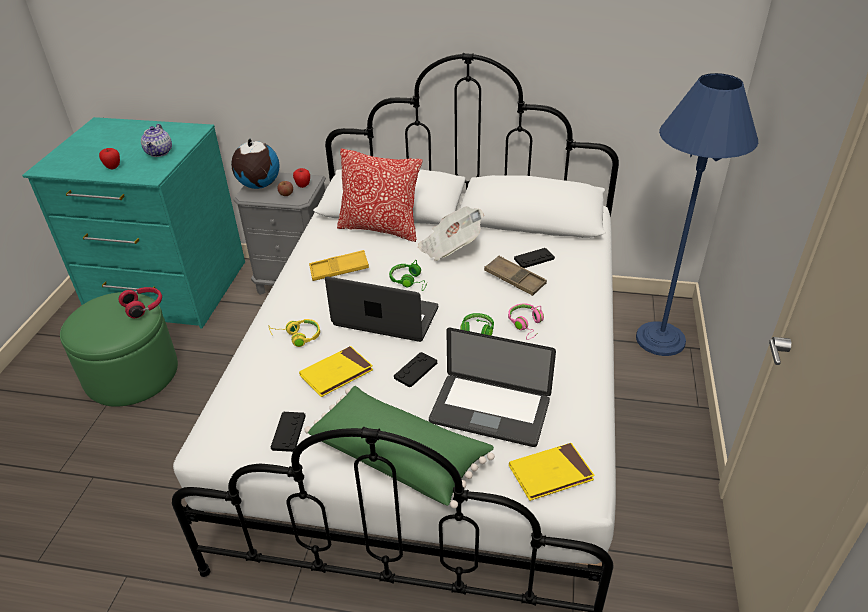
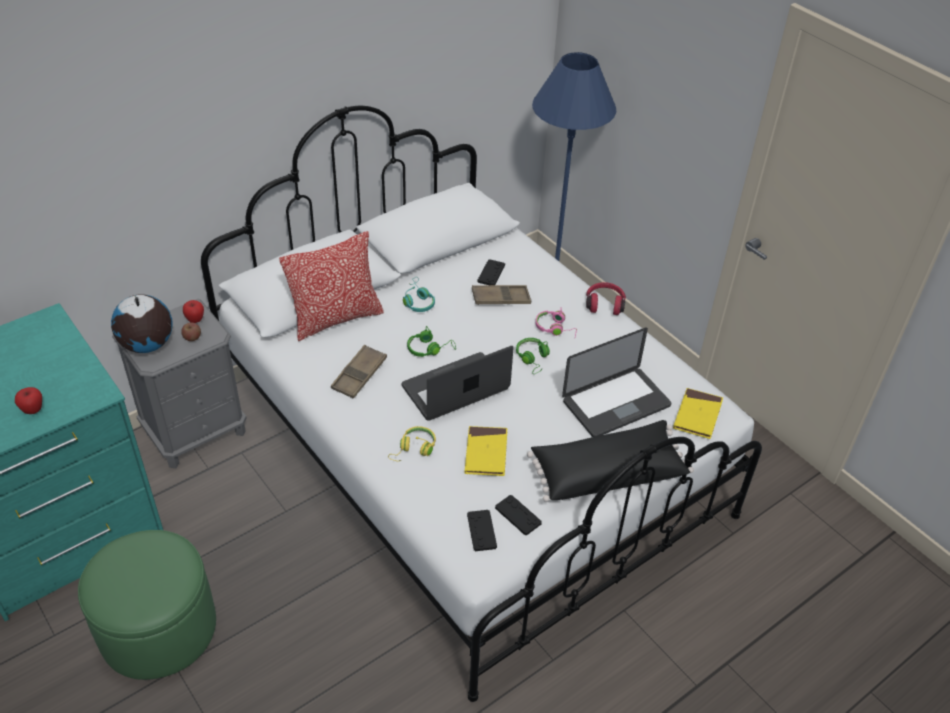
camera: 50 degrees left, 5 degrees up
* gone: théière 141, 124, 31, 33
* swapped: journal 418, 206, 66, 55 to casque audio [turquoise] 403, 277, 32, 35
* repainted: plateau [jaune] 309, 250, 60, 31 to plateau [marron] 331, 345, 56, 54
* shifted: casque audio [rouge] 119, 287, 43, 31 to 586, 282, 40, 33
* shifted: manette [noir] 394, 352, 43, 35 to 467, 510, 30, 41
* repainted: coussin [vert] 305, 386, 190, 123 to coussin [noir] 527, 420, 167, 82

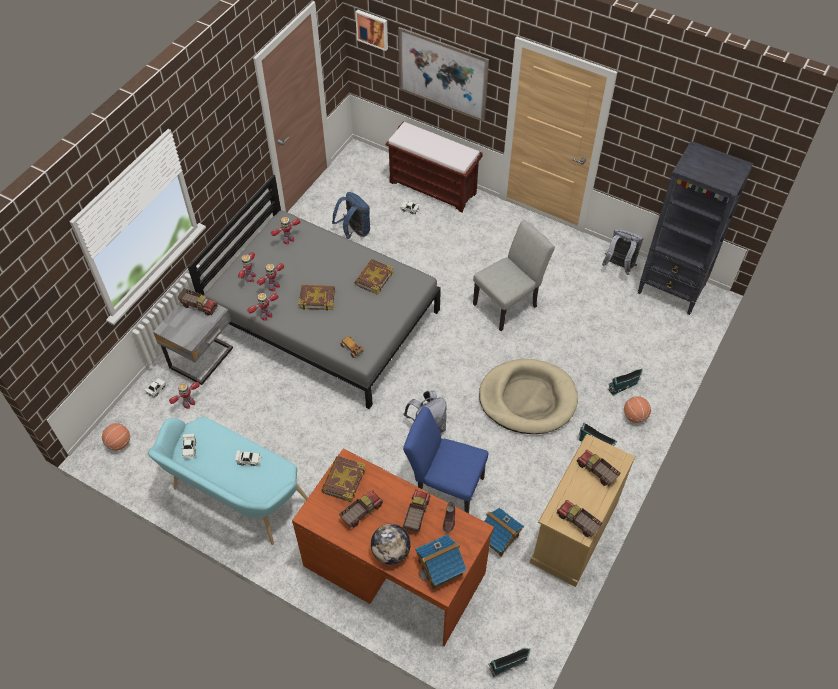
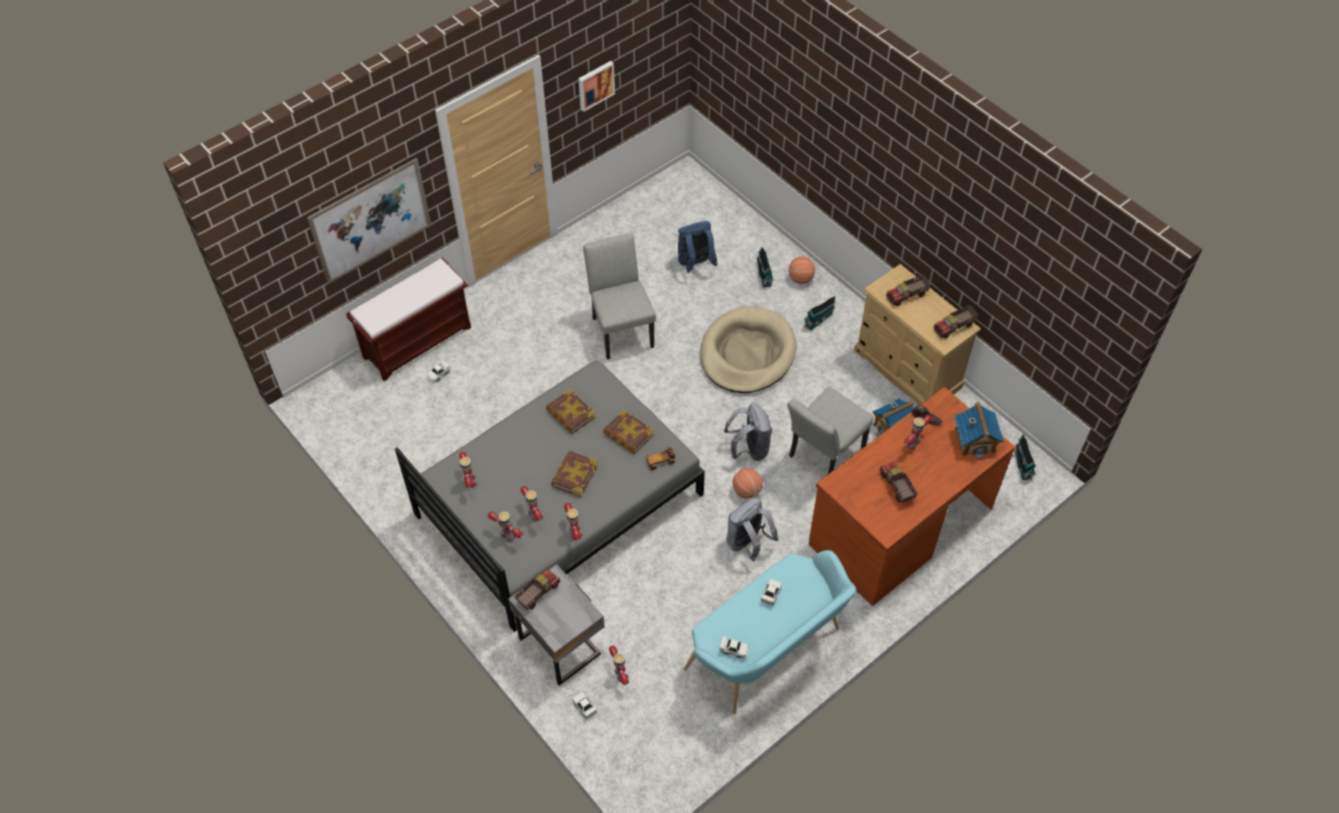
camera: 70 degrees left, 0 degrees up
* shifted: tableau 355, 9, 33, 42 to 578, 61, 37, 51
* gone: bibliothèque [noir] 638, 141, 115, 174
* shifted: sac à dos [bleu] 332, 192, 38, 47 to 678, 221, 40, 52
* shifted: sac à dos [gris] 602, 229, 41, 46 to 727, 498, 52, 63
* repainted: chaise [bleu] 403, 406, 85, 107 to chaise [gris] 787, 386, 87, 88
* shifted: ballon de basket 102, 423, 28, 28 to 733, 468, 30, 31
* shifted: livre 321, 456, 45, 46 to 603, 410, 51, 44
* swapped: camion jouet 403, 489, 27, 43 to robot jouet 904, 415, 28, 34
* gone: globe 371, 524, 40, 41

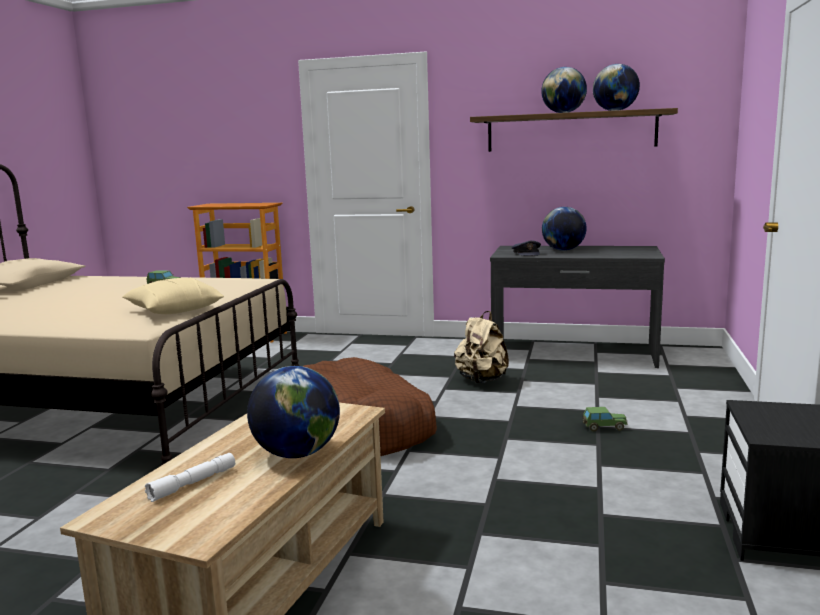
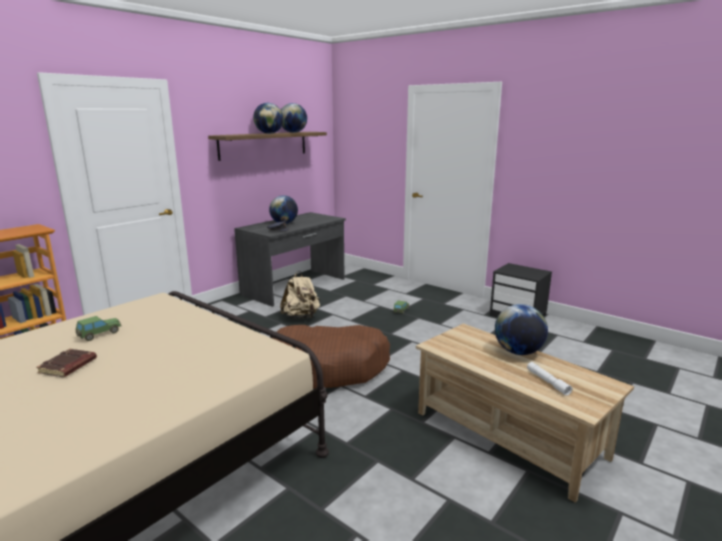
camera: 65 degrees left, 5 degrees up
* gone: coussin [beige] 122, 277, 102, 37
* new: livre [marron] 36, 349, 61, 28

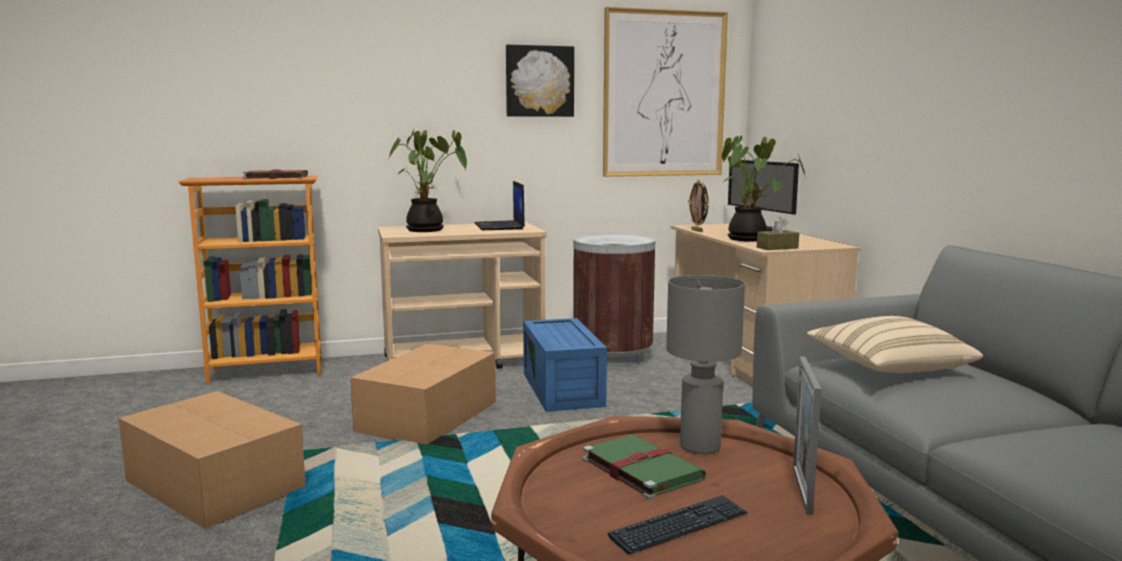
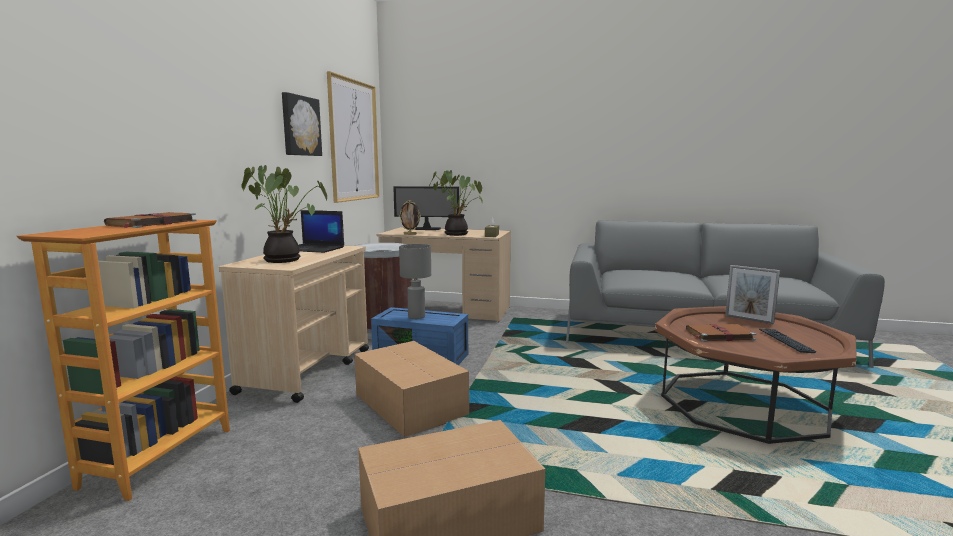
camera: 60 degrees left, 0 degrees up
* shifted: lampe de table [gris] 666, 275, 79, 179 to 399, 244, 32, 75
* gone: coussin [beige] 807, 316, 176, 57
* repainted: livre [vert] 583, 435, 123, 64 to livre [marron] 686, 324, 70, 18

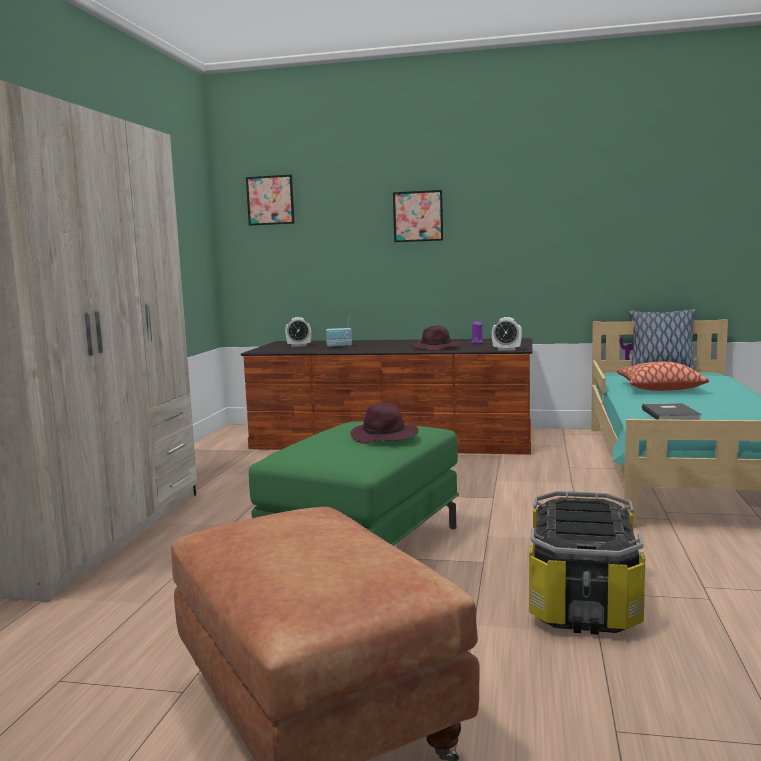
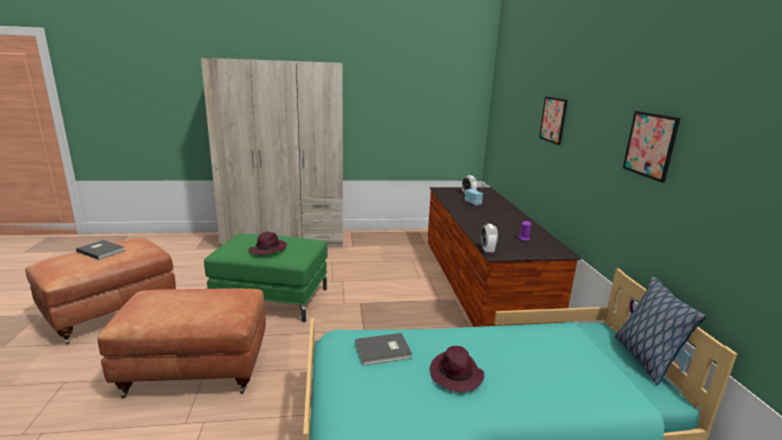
camera: 70 degrees right, 10 degrees up
* shifted: tableau 246, 175, 49, 51 to 623, 111, 58, 72
* shifted: chapeau [violet] 412, 325, 48, 26 to 430, 346, 54, 46
* gone: coussin 617, 362, 92, 29
* swapped: boîte de rangement 529, 491, 116, 144 to pouf [marron] 98, 288, 168, 111
* new: livre [gris] 76, 240, 49, 20

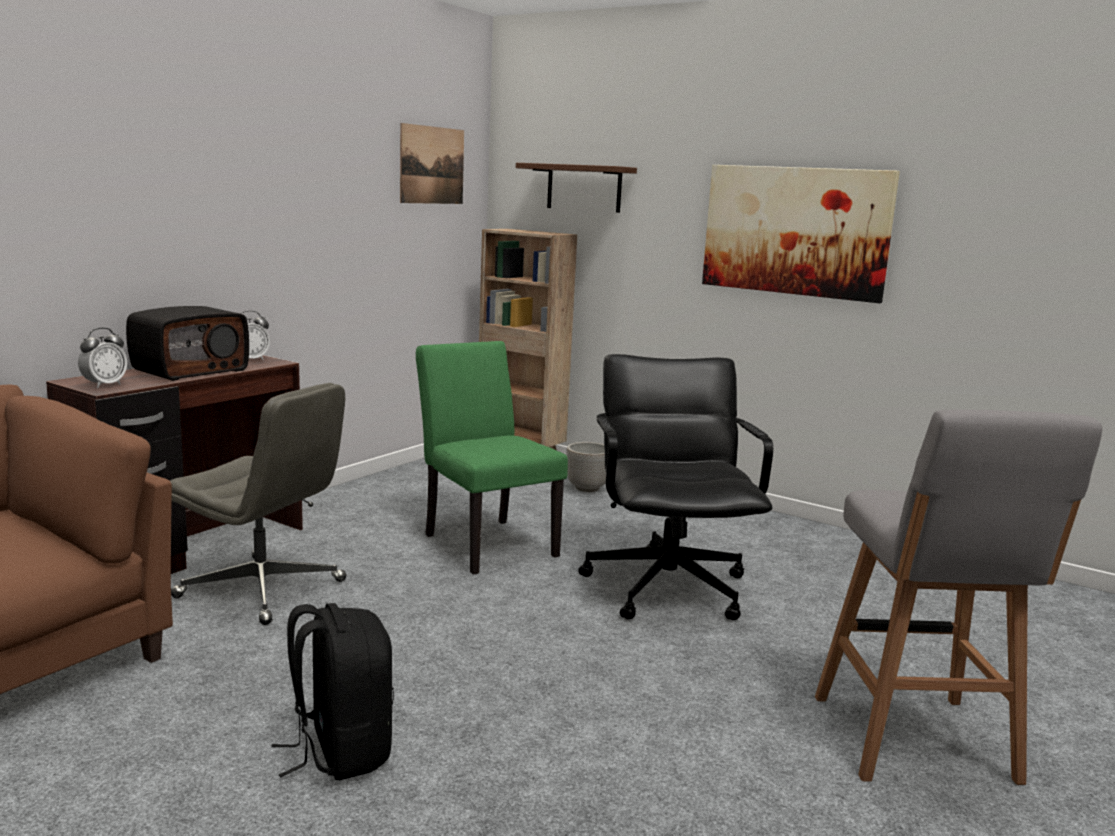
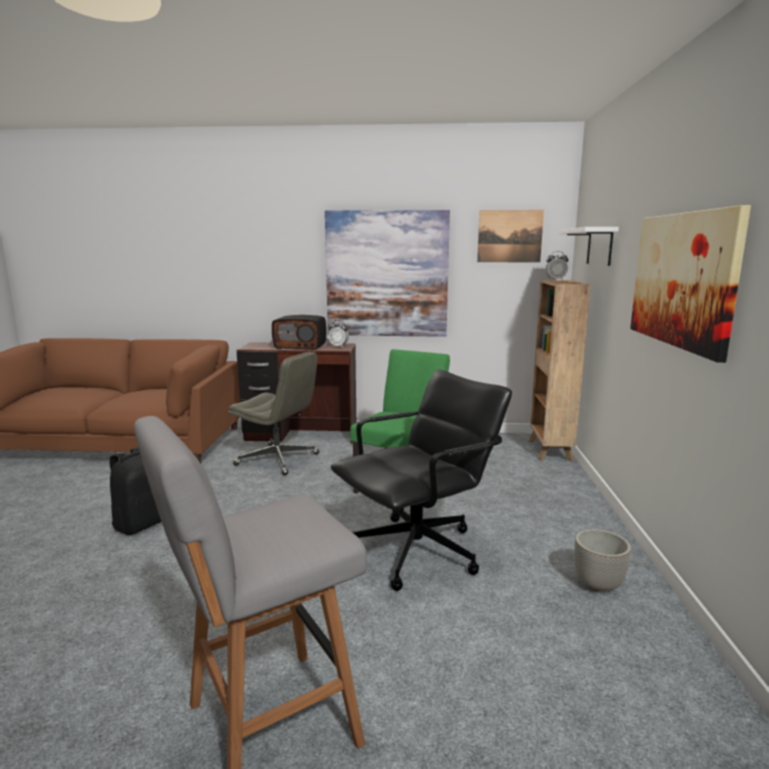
camera: 60 degrees right, 0 degrees up
* repainted: étagère [marron] 516, 163, 121, 50 to étagère [blanc] 558, 227, 61, 39
* shifted: réveil 78, 328, 49, 60 to 545, 251, 23, 30
* rotated: chaise de bureau [gris] 170, 383, 177, 242 = 228, 352, 91, 123 60 degrees counterclockwise
* shifted: cache-pot 567, 442, 39, 50 to 574, 529, 57, 64
* new: tableau 325, 210, 125, 127

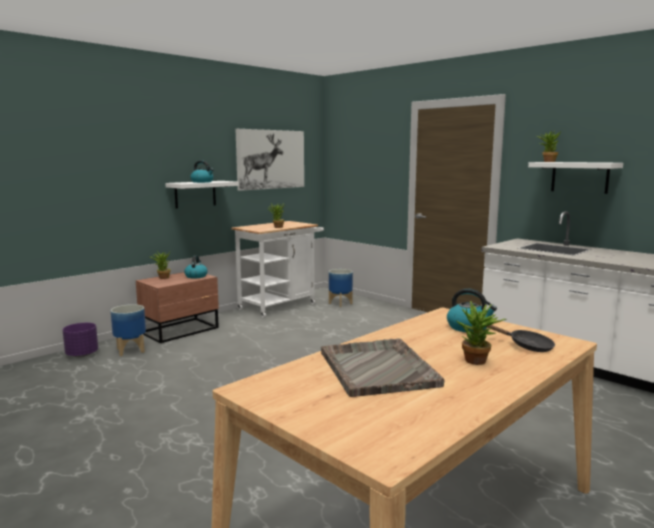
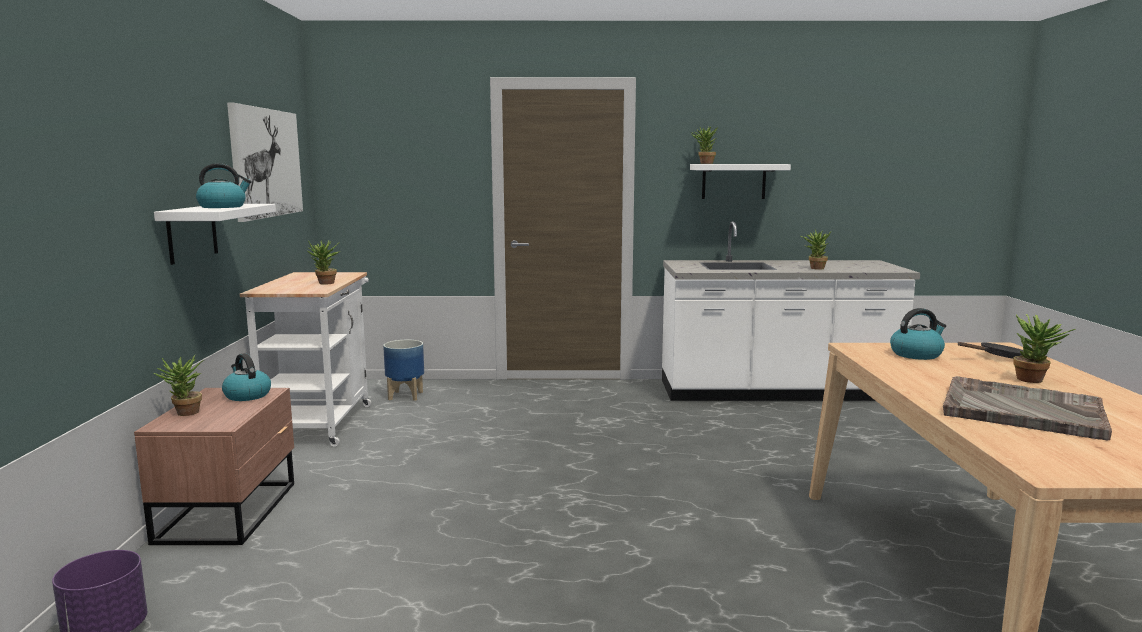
camera: 45 degrees left, 0 degrees up
* gone: cache-pot 111, 304, 35, 52
* new: plante en pot 801, 229, 30, 41

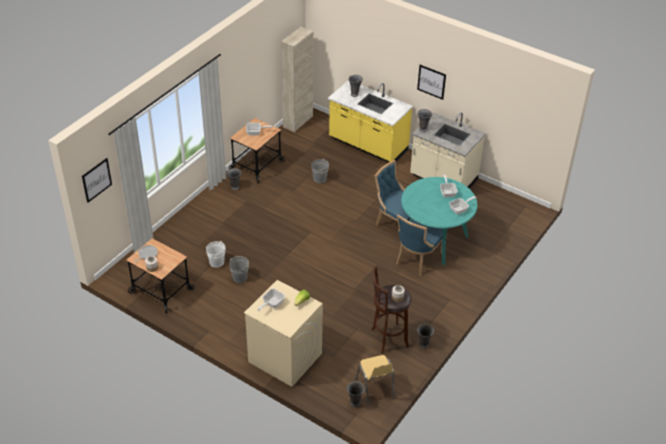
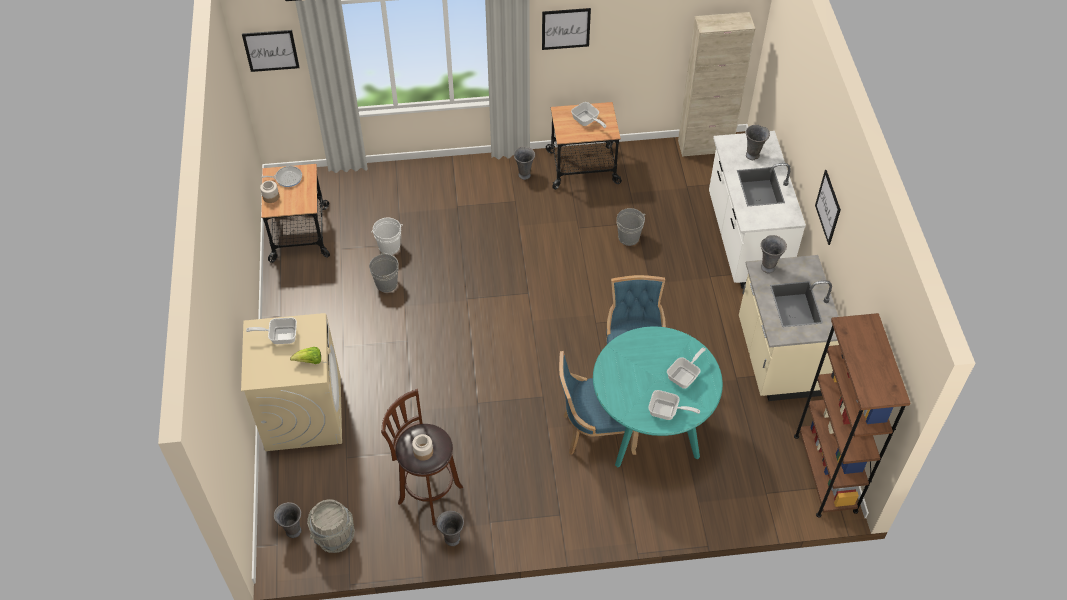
camera: 50 degrees right, 10 degrees up
* repainted: comptoir de cuisine [jaune] 328, 80, 85, 82 to comptoir de cuisine [blanc] 709, 131, 97, 158
* swapped: chaise [jaune] 356, 355, 39, 50 to seau [gris] 307, 499, 48, 54
* new: tableau 542, 8, 49, 42
* new: bibliothèque [marron] 794, 313, 117, 205

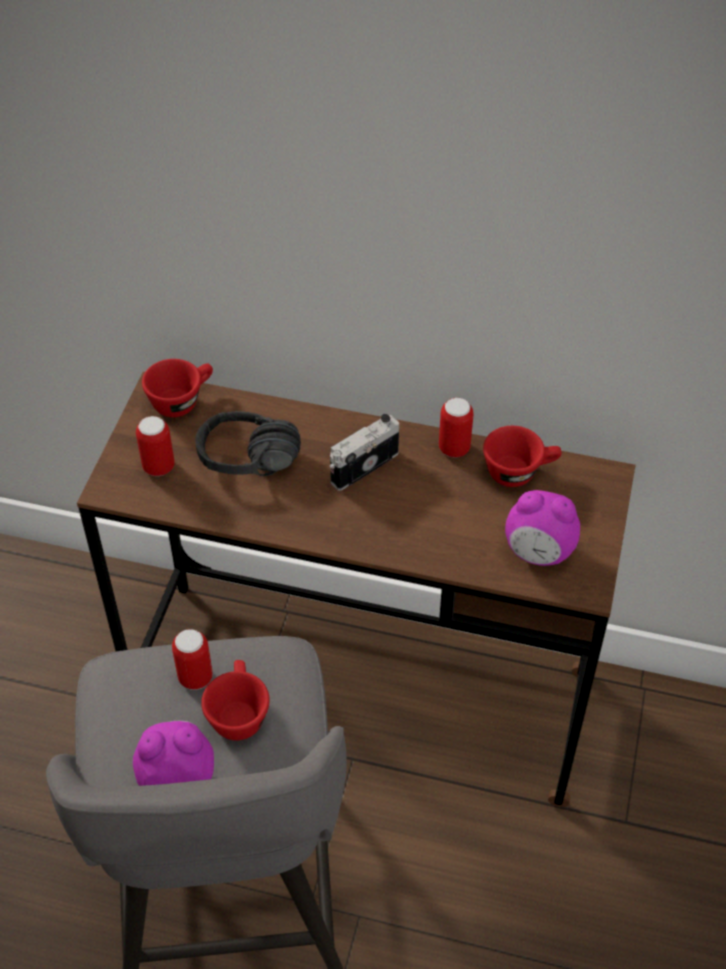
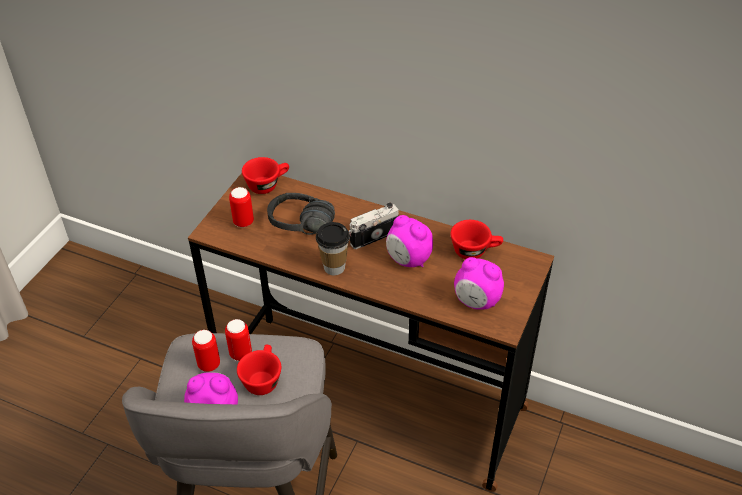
camera: 10 degrees right, 5 degrees down
* shifted: boîte métallique 439, 398, 35, 59 to 192, 330, 28, 42
* new: réveil 386, 215, 47, 52
* new: tasse 316, 222, 34, 53

